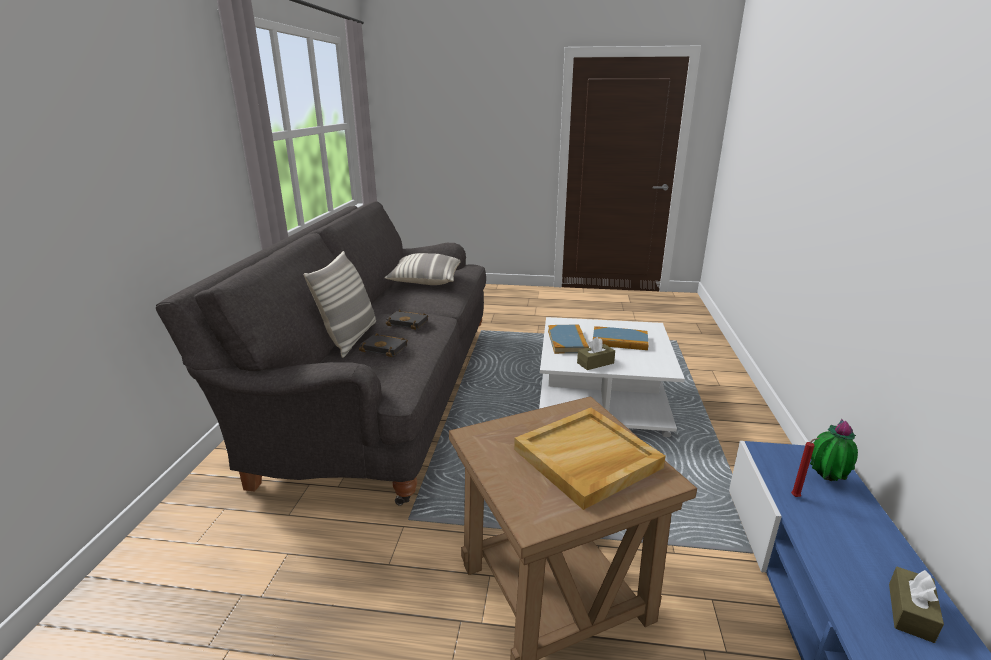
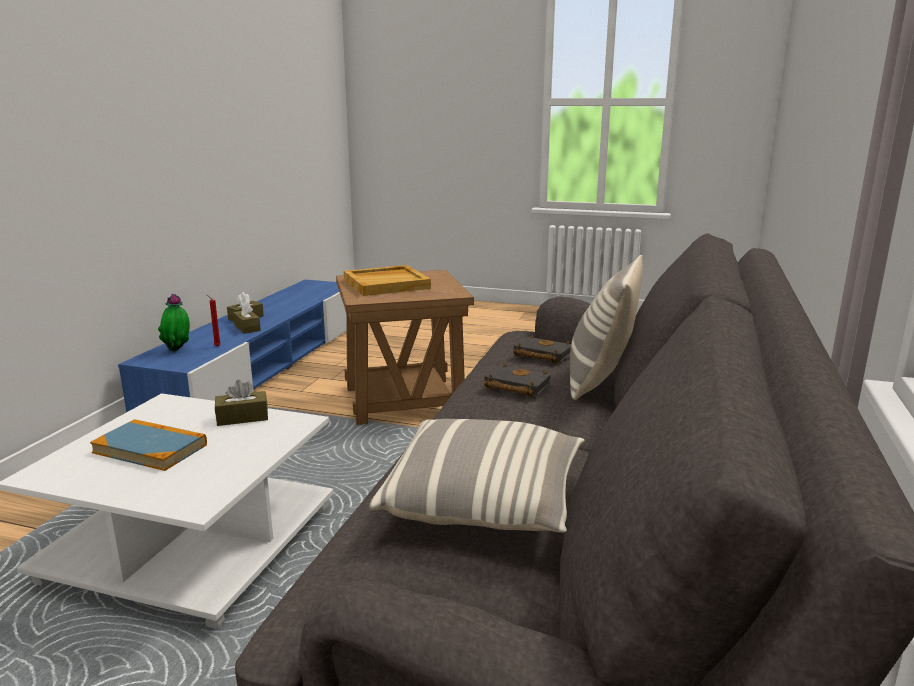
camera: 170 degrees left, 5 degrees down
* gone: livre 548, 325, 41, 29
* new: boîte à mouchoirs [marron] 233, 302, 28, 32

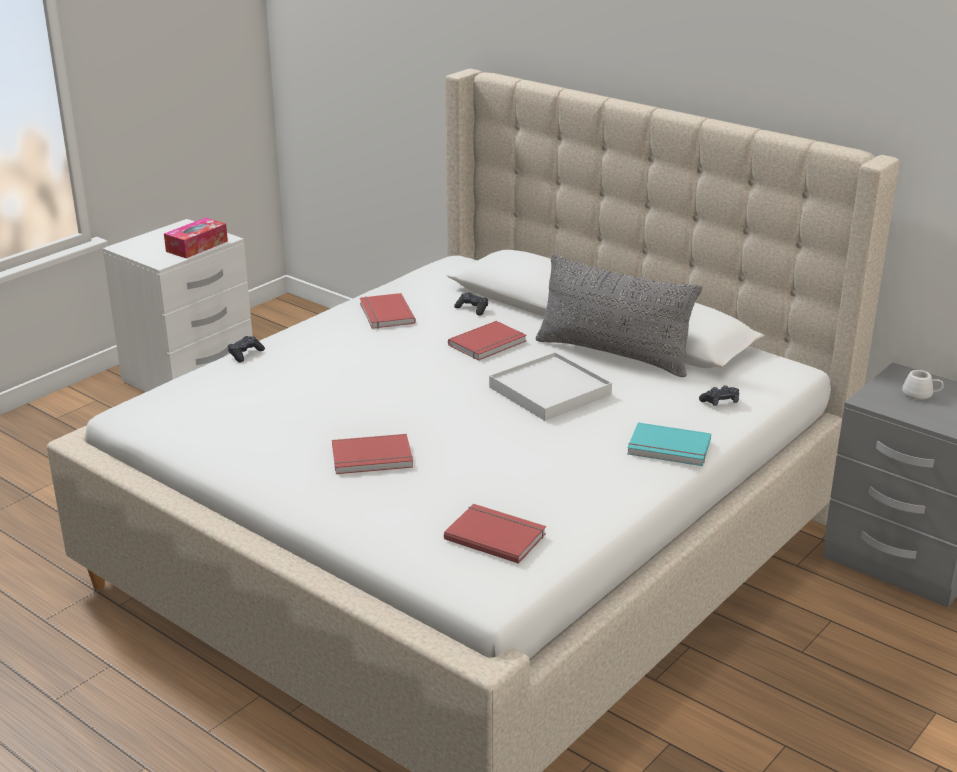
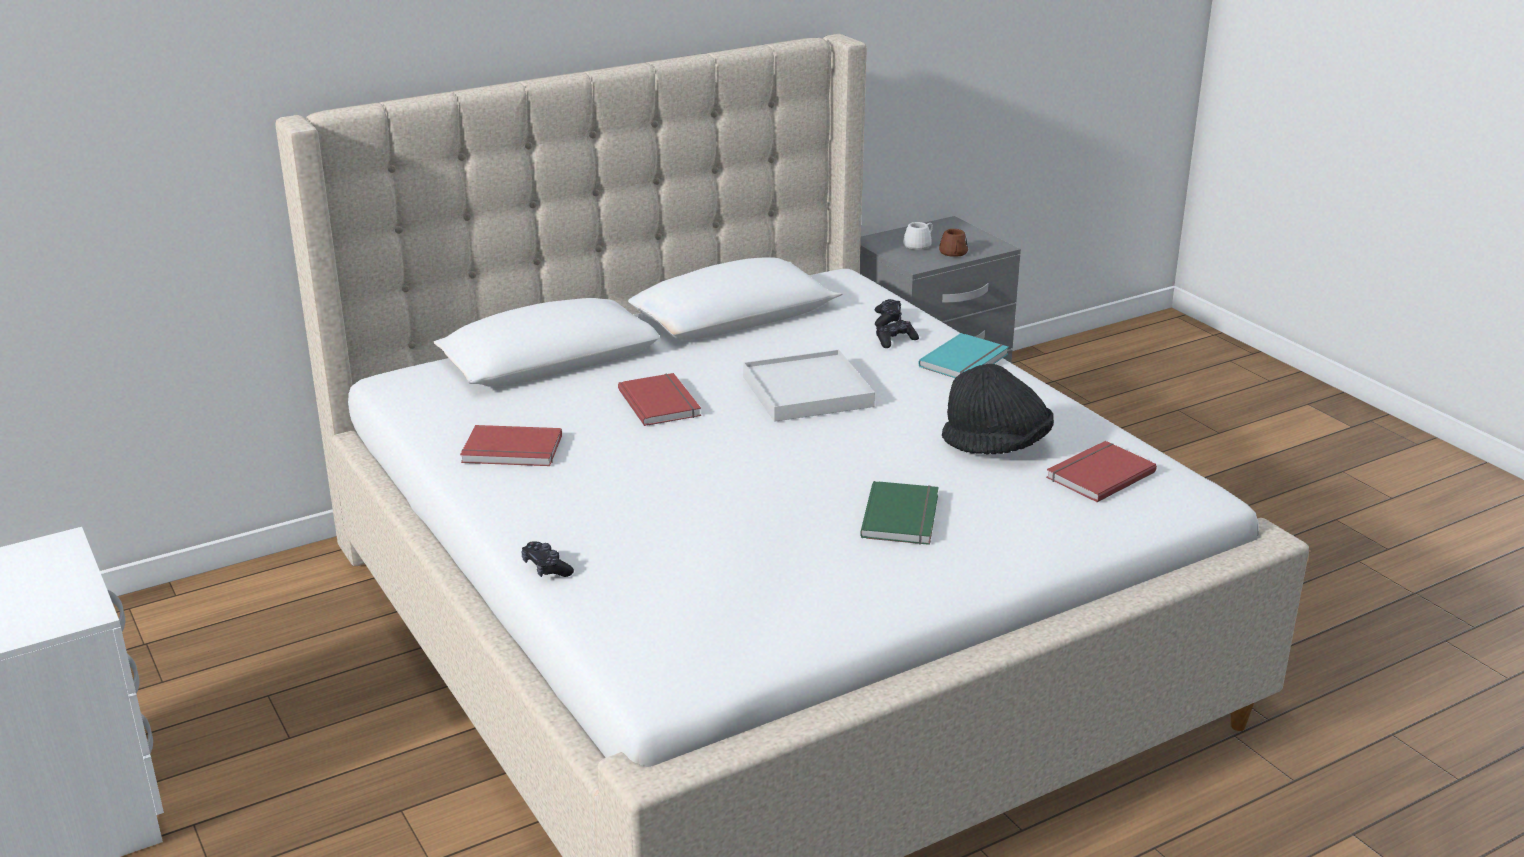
camera: 70 degrees left, 0 degrees up
* gone: boîte à mouchoirs 164, 218, 64, 40
* gone: coussin [gris] 536, 254, 166, 123
* shifted: manette [noir] 454, 293, 34, 22 to 876, 320, 43, 28
* repainted: livre [rouge] 332, 434, 81, 40 to livre [vert] 860, 481, 79, 64
* new: mug [marron] 939, 229, 29, 28
* new: chapeau [noir] 942, 364, 112, 91

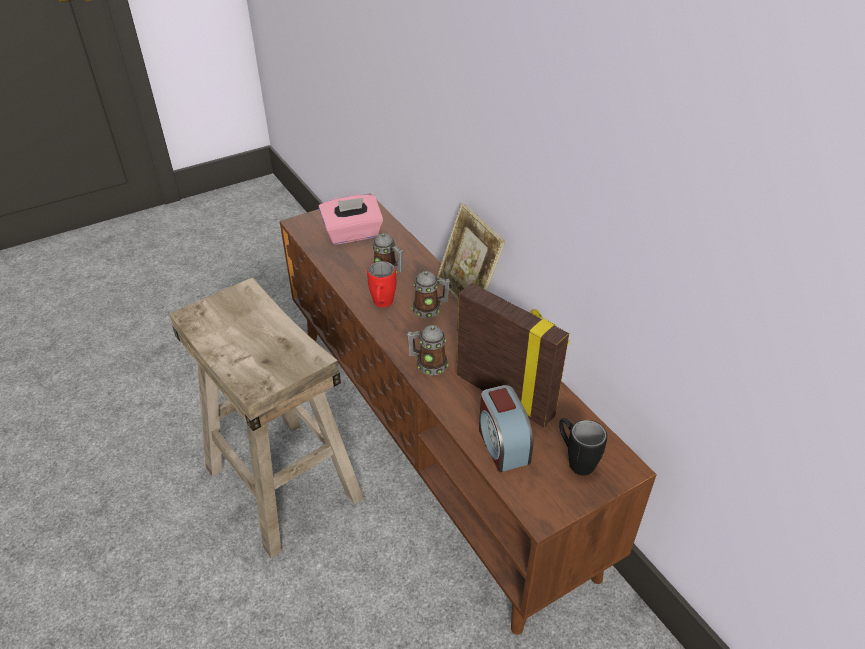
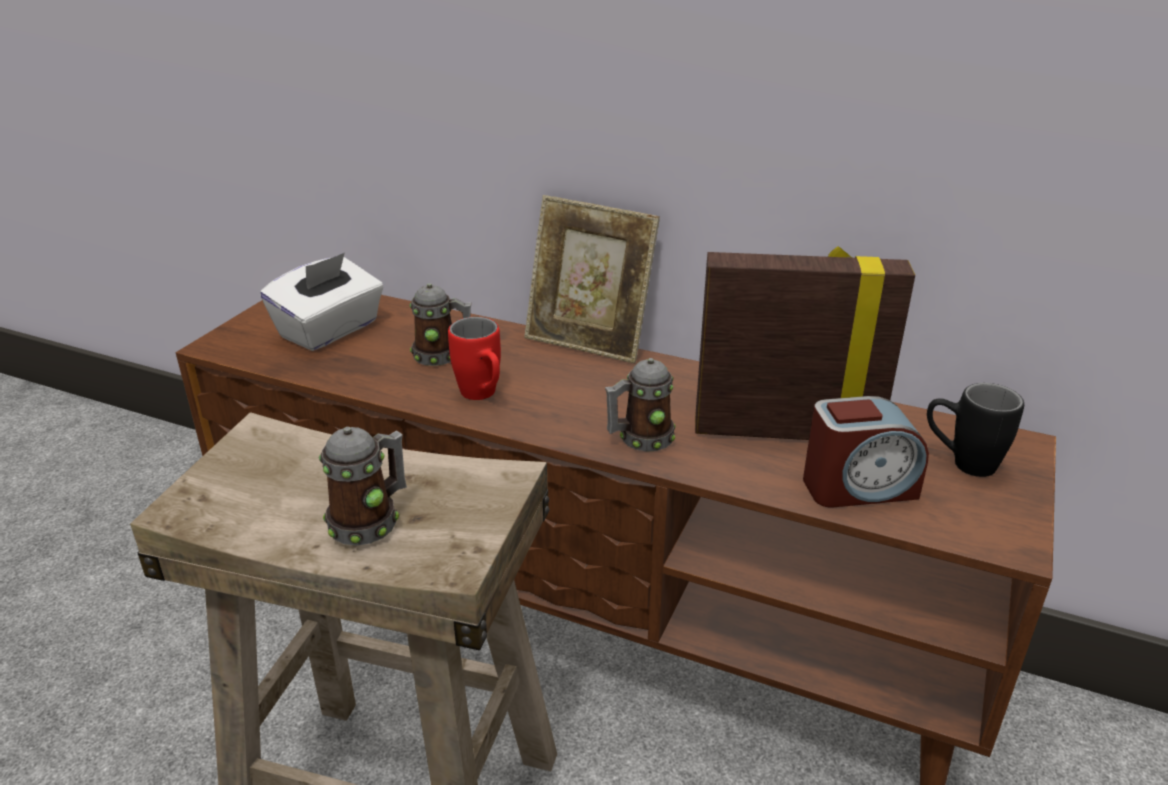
camera: 35 degrees left, 10 degrees down
* repainted: boîte à mouchoirs [rose] 319, 194, 64, 51 to boîte à mouchoirs [blanc] 260, 253, 123, 98
* shifted: mug 411, 271, 39, 47 to 319, 427, 88, 119
* rotated: réveil 479, 385, 55, 87 = 803, 396, 126, 112 45 degrees counterclockwise

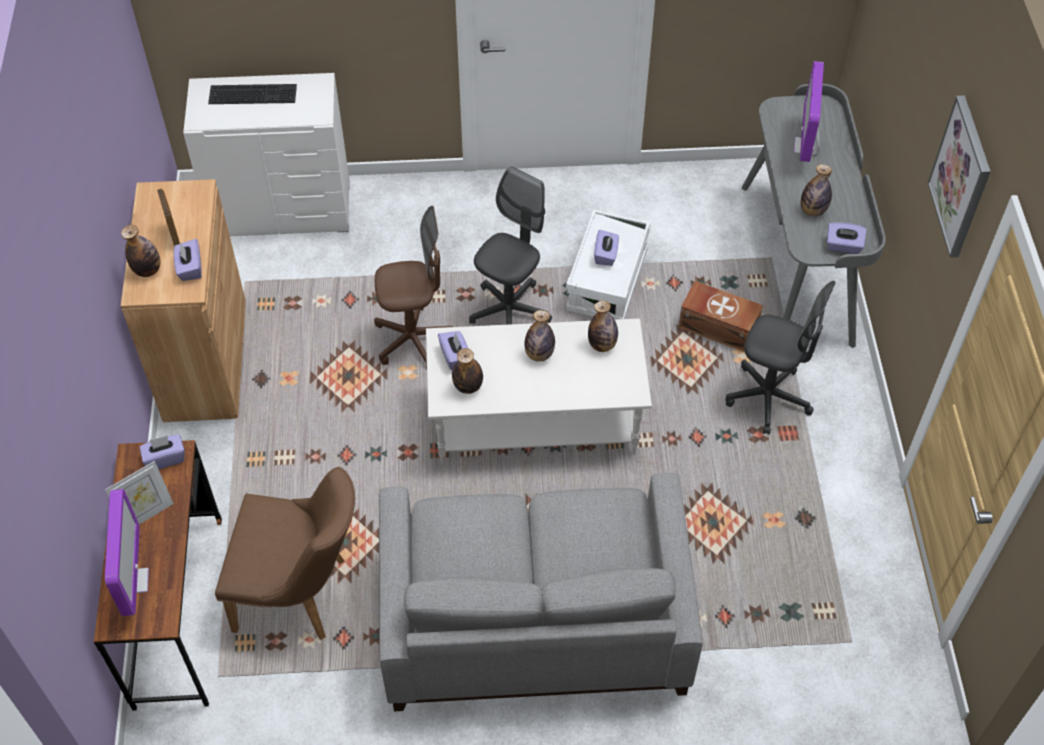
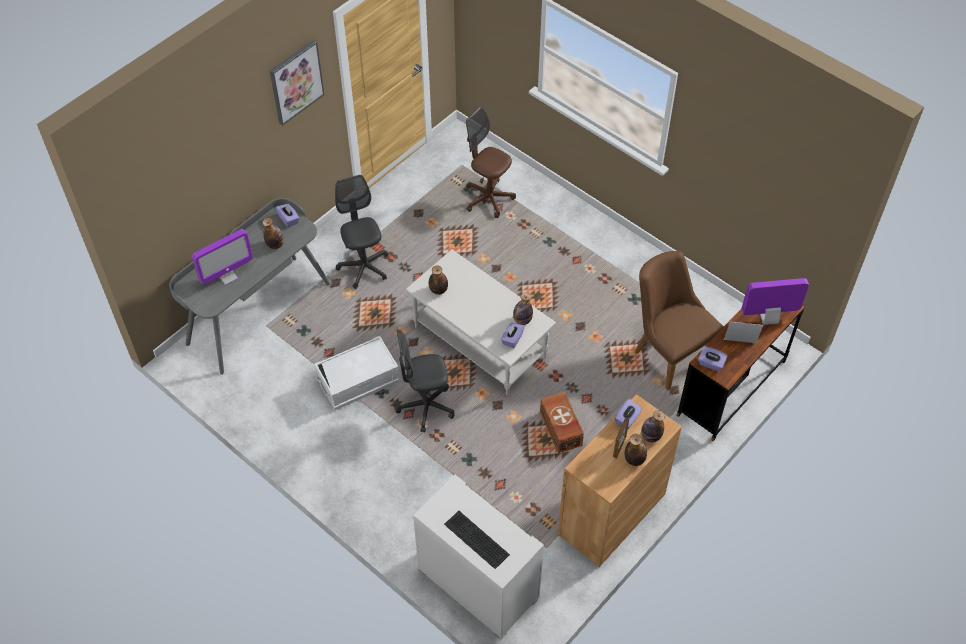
camera: 135 degrees left, 0 degrees up
* shifted: chaise de bureau [marron] 374, 206, 79, 164 to 466, 107, 50, 111
* gone: boîte à mouchoirs [violet] 594, 229, 25, 37
* shifted: boîte de rangement [marron] 678, 281, 85, 71 to 540, 392, 44, 61
* shifted: bouteille 524, 310, 31, 52 to 625, 434, 22, 32
* gone: canapé [gris] 379, 473, 324, 238
* rotated: écran d'ordinateur 105, 489, 44, 127 = 742, 278, 67, 47 45 degrees clockwise

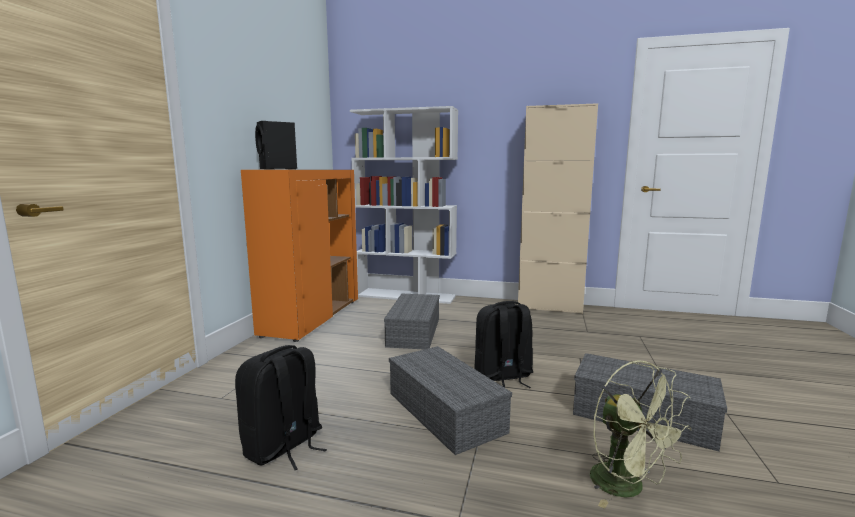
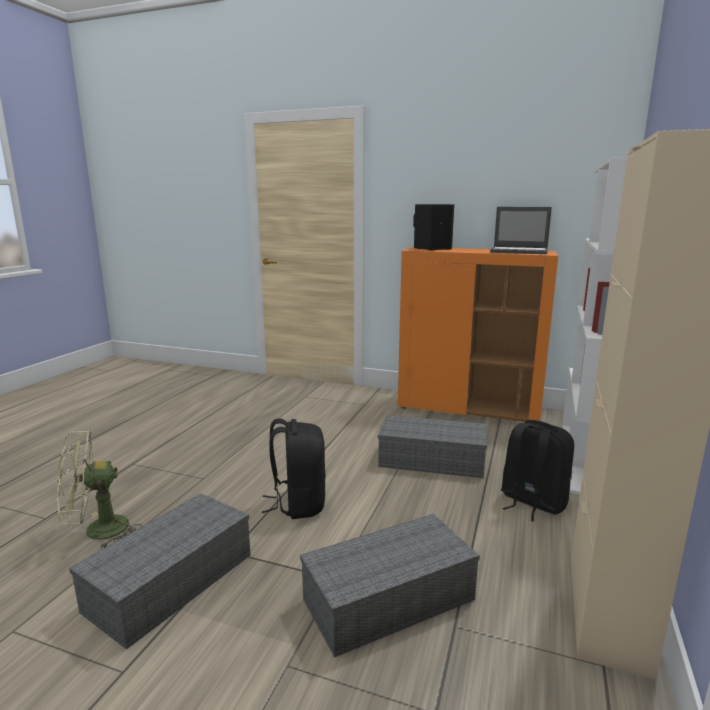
camera: 95 degrees right, 5 degrees up
* shifted: sac à dos [noir] 235, 345, 92, 125 to 501, 420, 73, 102
* shifted: boîte de rangement [gris] 389, 346, 123, 109 to 300, 514, 180, 143
* new: ordinateur portable 490, 207, 62, 47

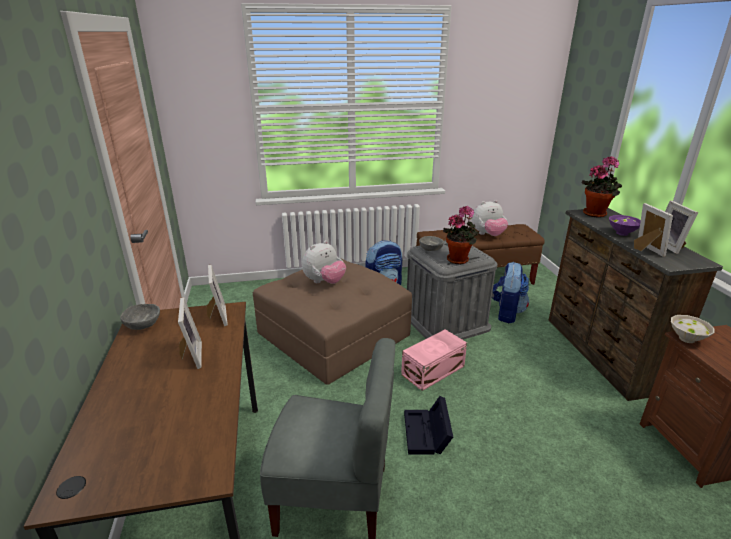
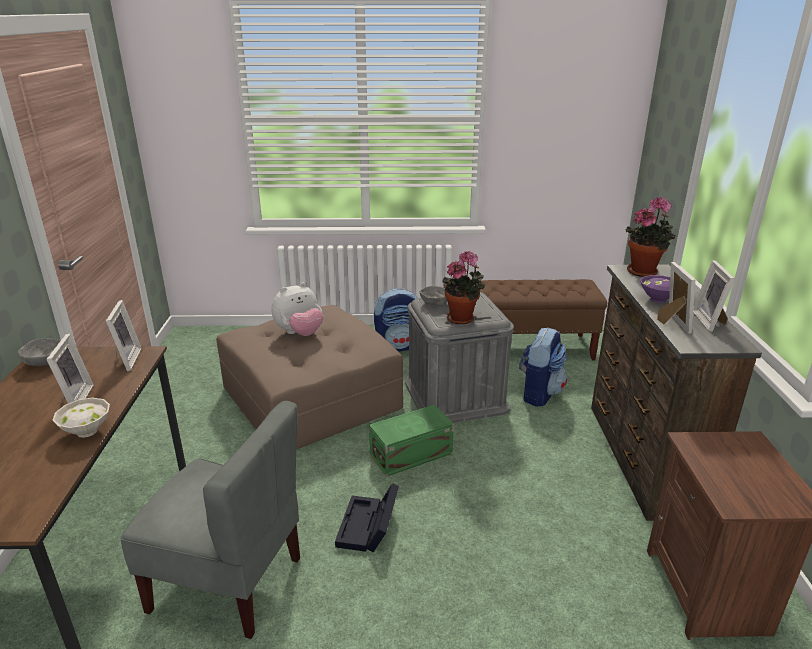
camera: 10 degrees right, 0 degrees up
* gone: peluche 471, 200, 37, 36
* shifted: bol [blanc] 671, 315, 44, 28 to 52, 397, 58, 41
* repainted: boîte de rangement [rose] 401, 329, 66, 62 to boîte de rangement [vert] 369, 404, 85, 73

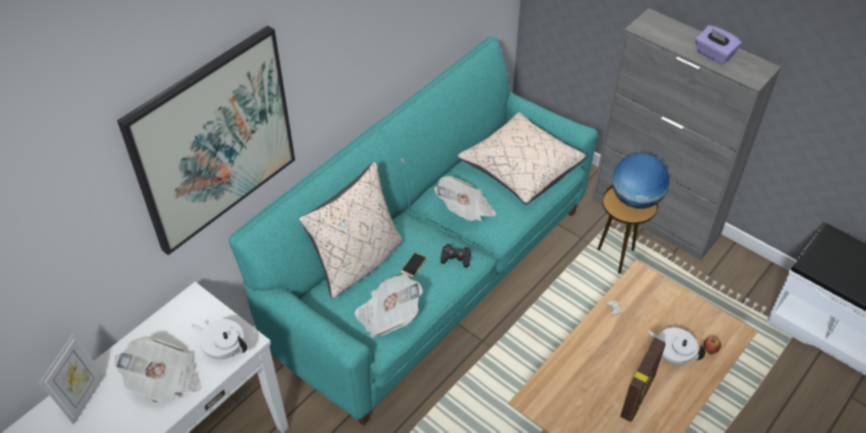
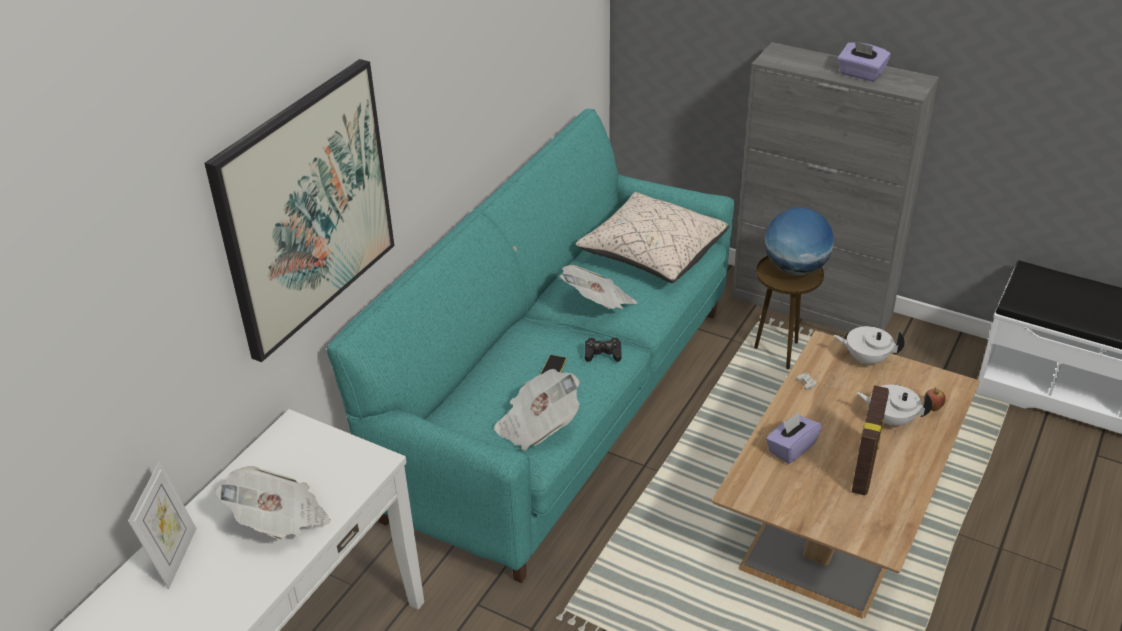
camera: 10 degrees left, 10 degrees down
* gone: coussin [beige] 299, 162, 104, 136
* shifted: théière [blanc] 192, 319, 55, 40 to 833, 326, 72, 40
* new: boîte à mouchoirs [violet] 766, 412, 56, 52

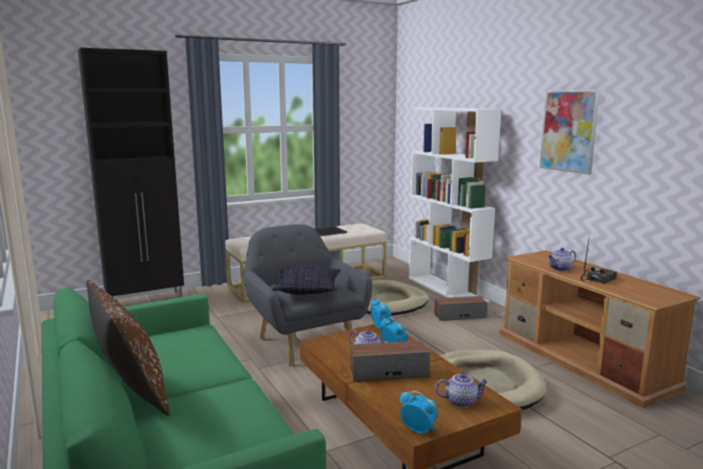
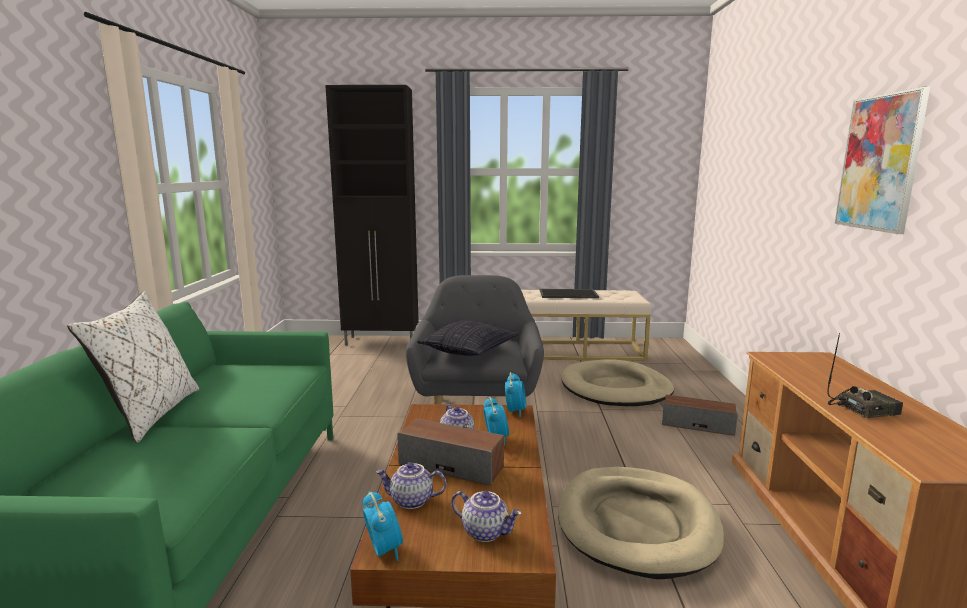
camera: 30 degrees right, 0 degrees up
* gone: bibliothèque [blanc] 409, 107, 93, 196
* shifted: théière 547, 248, 29, 23 to 376, 462, 71, 47
* repainted: coussin [marron] 86, 280, 84, 136 to coussin [blanc] 67, 291, 132, 152

